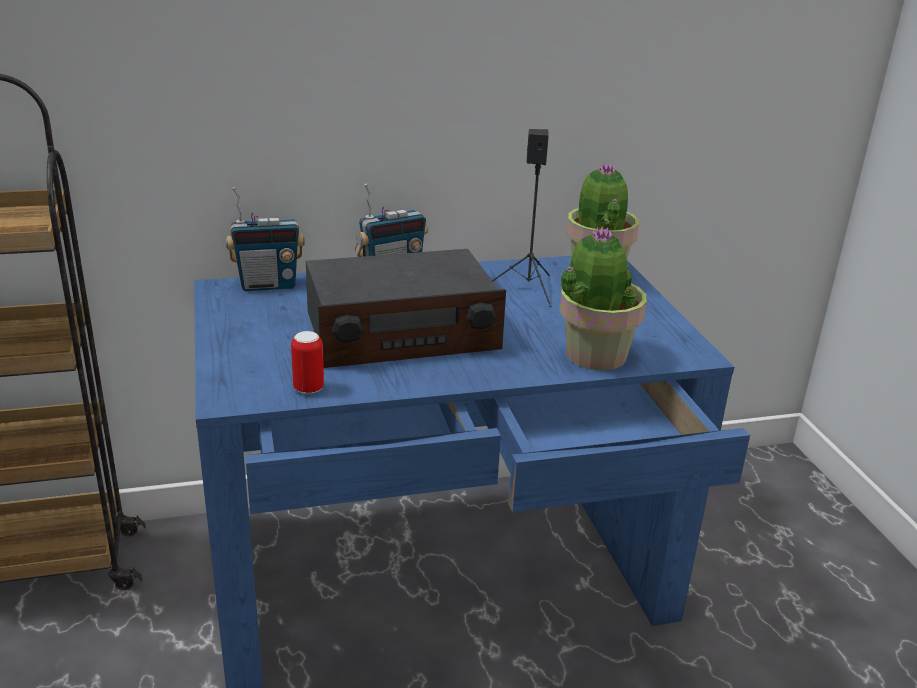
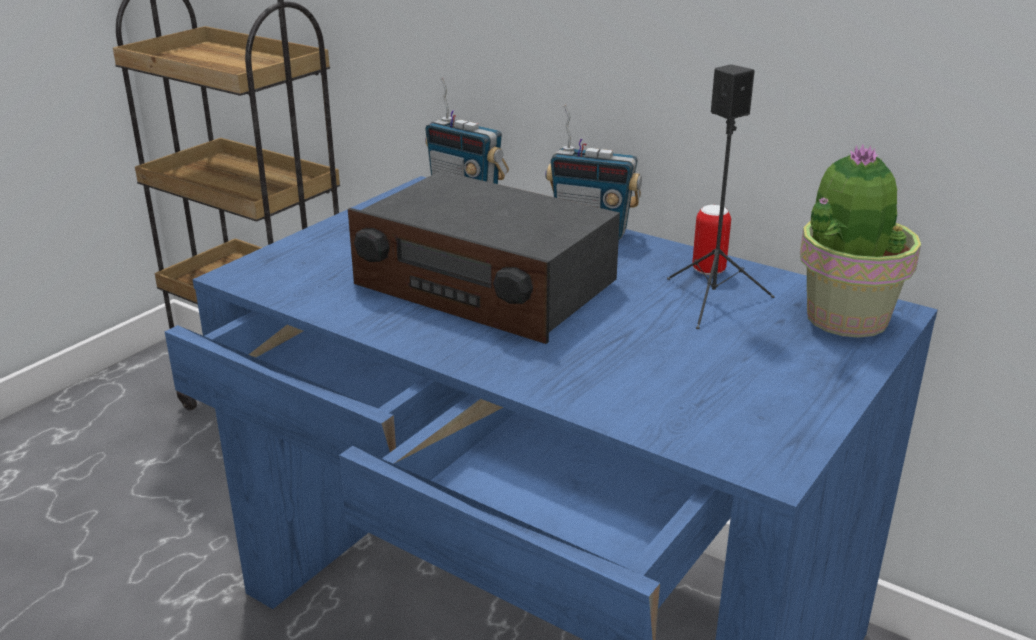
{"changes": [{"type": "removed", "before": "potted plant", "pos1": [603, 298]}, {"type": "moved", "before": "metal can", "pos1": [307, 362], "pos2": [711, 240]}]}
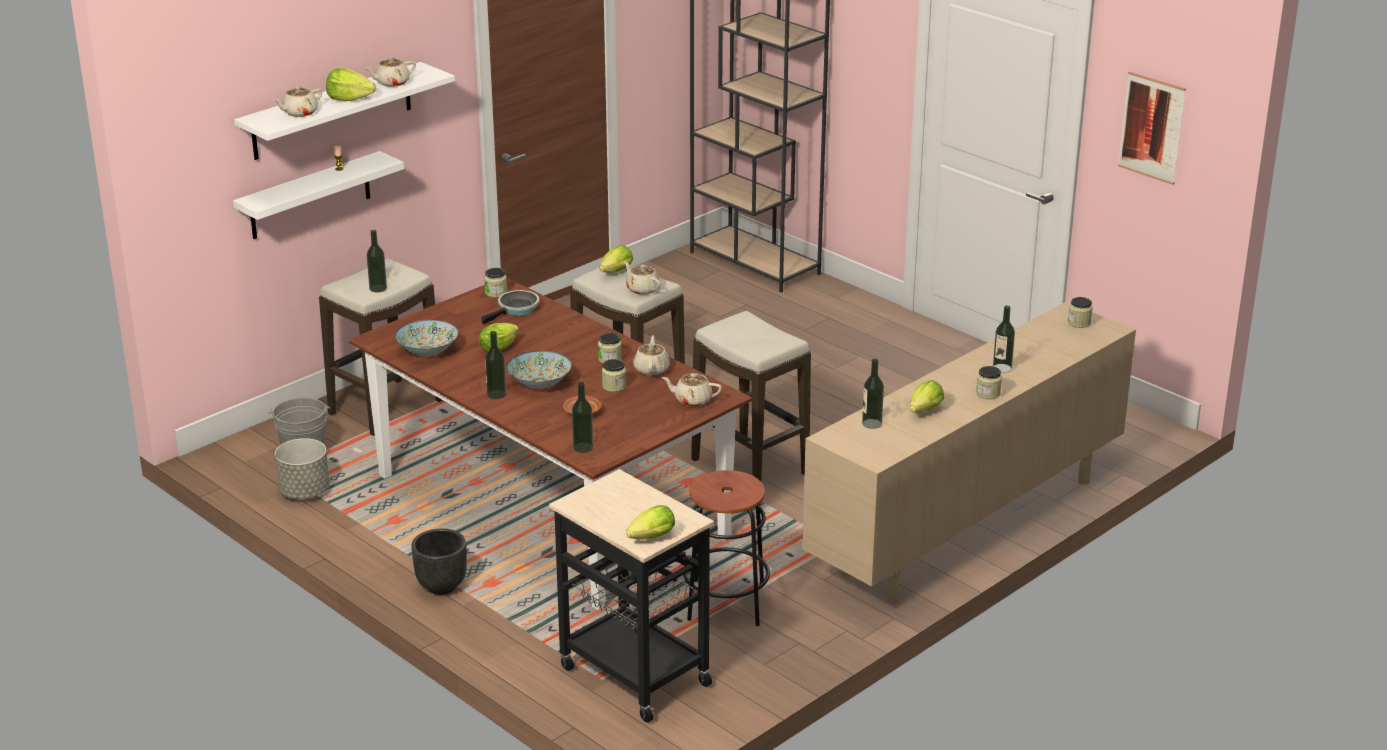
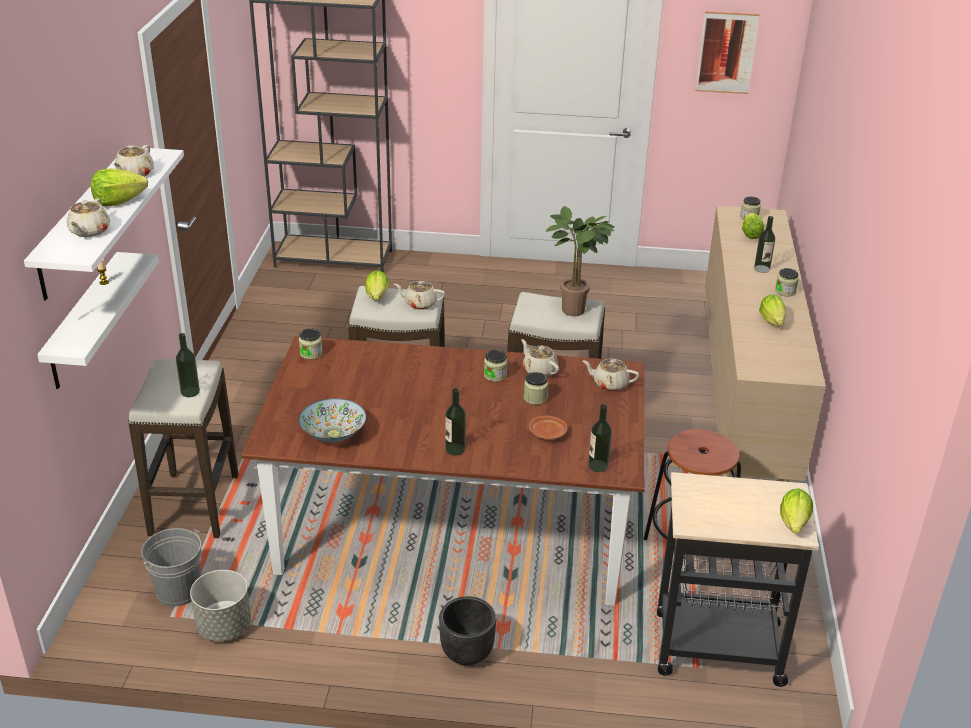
{"changes": [{"type": "removed", "before": "frying pan", "pos1": [510, 307]}, {"type": "moved", "before": "head of lettuce", "pos1": [499, 337], "pos2": [753, 226]}, {"type": "removed", "before": "bowl", "pos1": [539, 369]}, {"type": "removed", "before": "beverage bottle", "pos1": [873, 394]}, {"type": "turned", "before": "beige pot for tea", "pos1": [692, 390], "pos2": [611, 375], "turn": 45}, {"type": "added", "after": "potted plant", "pos2": [579, 261]}]}
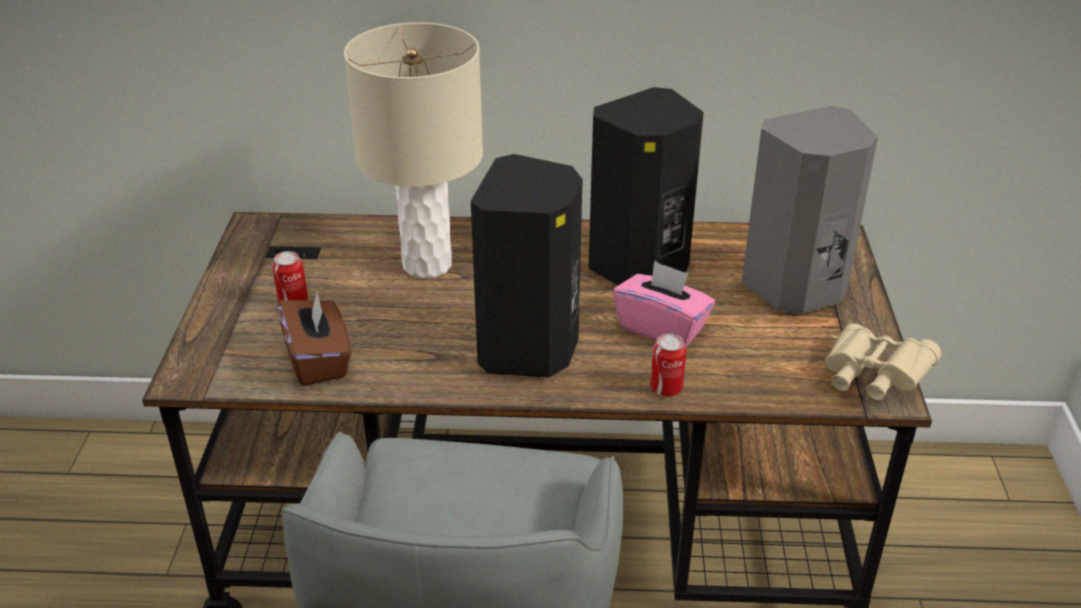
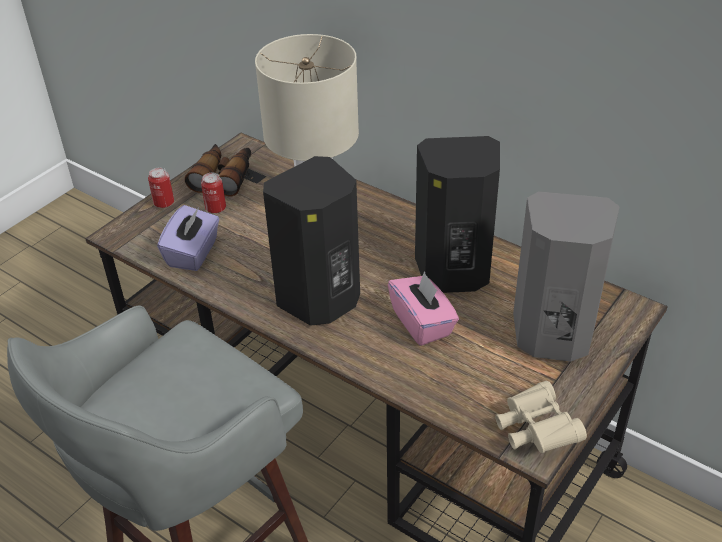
{"changes": [{"type": "recoloured", "before": "brownish box of tissues", "after": "purple box of tissues", "pos1": [314, 338], "pos2": [188, 238]}, {"type": "moved", "before": "metal can", "pos1": [668, 364], "pos2": [161, 187]}, {"type": "added", "after": "pair of binoculars", "pos2": [218, 170]}]}
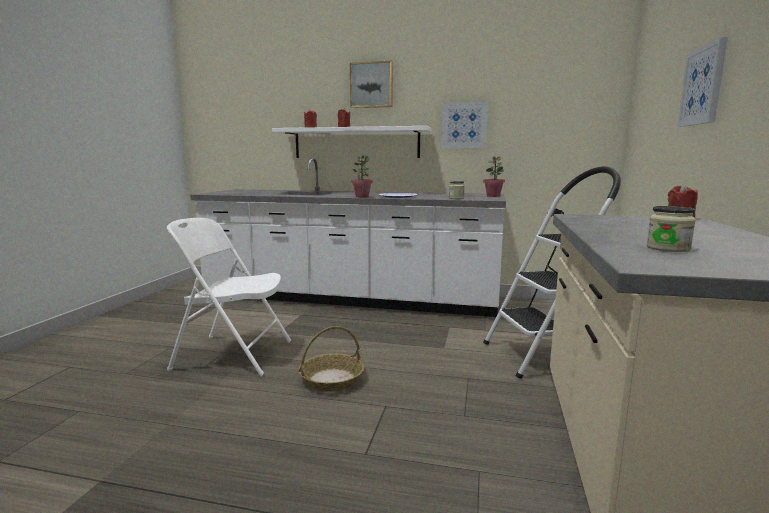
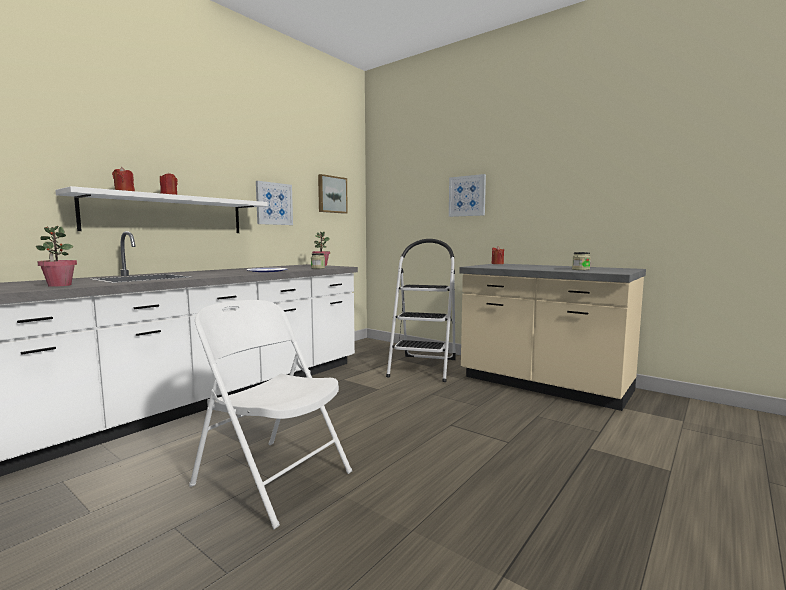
{"changes": [{"type": "moved", "before": "wall picture", "pos1": [371, 84], "pos2": [333, 194]}, {"type": "moved", "before": "potted plant", "pos1": [362, 176], "pos2": [56, 256]}, {"type": "turned", "before": "white chair", "pos1": [229, 297], "pos2": [270, 414], "turn": 90}, {"type": "removed", "before": "basket", "pos1": [331, 359]}]}
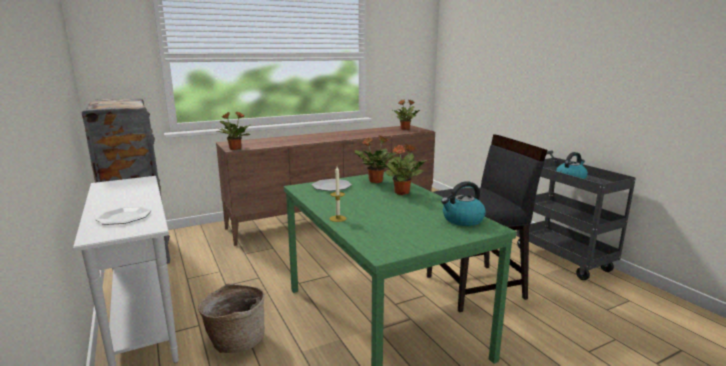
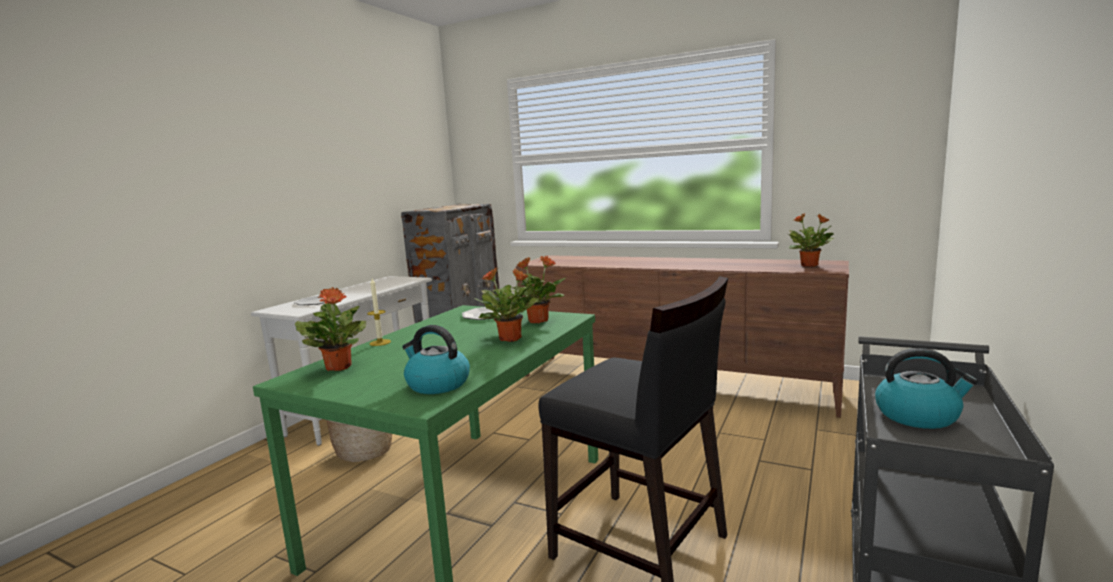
{"changes": [{"type": "moved", "before": "potted plant", "pos1": [233, 131], "pos2": [330, 329]}]}
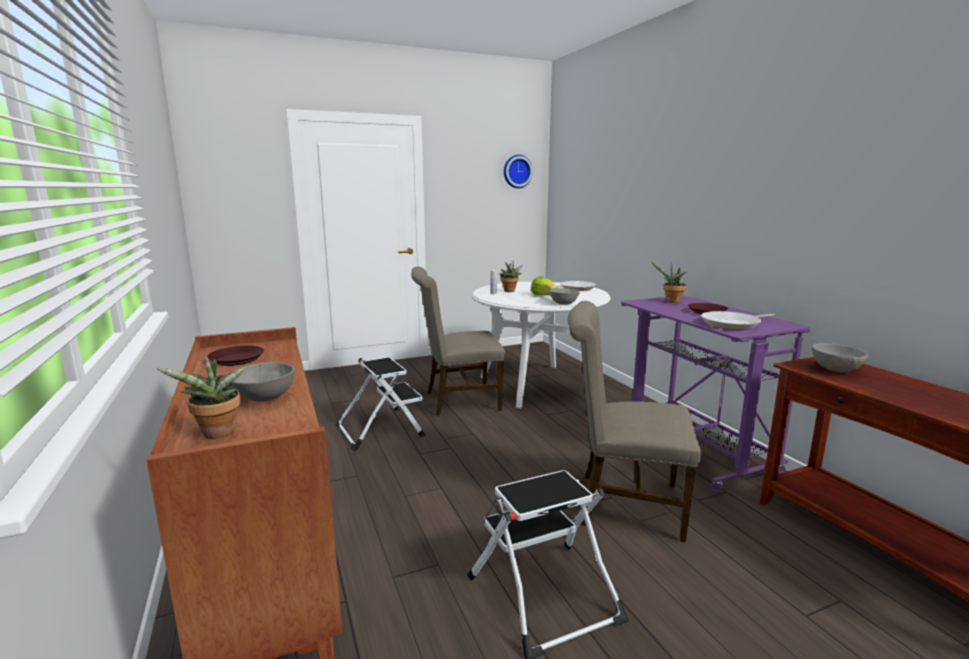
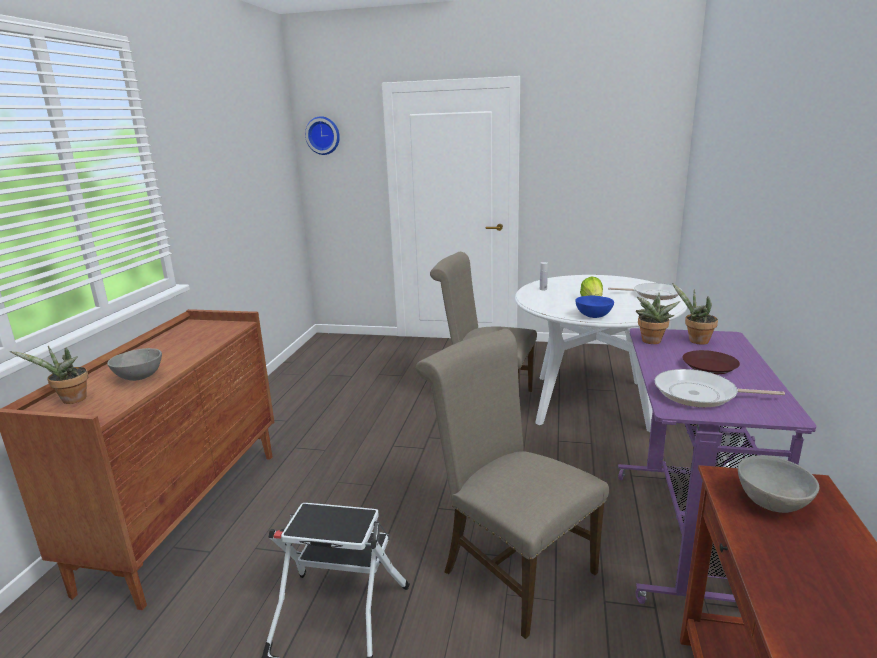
{"changes": [{"type": "moved", "before": "hanging clock", "pos1": [518, 171], "pos2": [322, 135]}, {"type": "moved", "before": "potted plant", "pos1": [511, 276], "pos2": [658, 318]}, {"type": "recoloured", "before": "gray bowl", "after": "blue bowl", "pos1": [564, 296], "pos2": [594, 307]}, {"type": "removed", "before": "brownish plate", "pos1": [235, 356]}, {"type": "removed", "before": "step ladder", "pos1": [380, 404]}]}
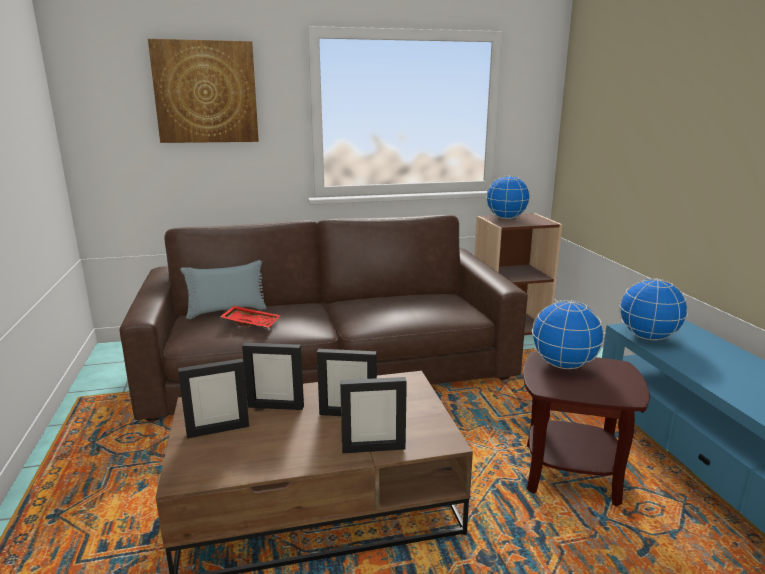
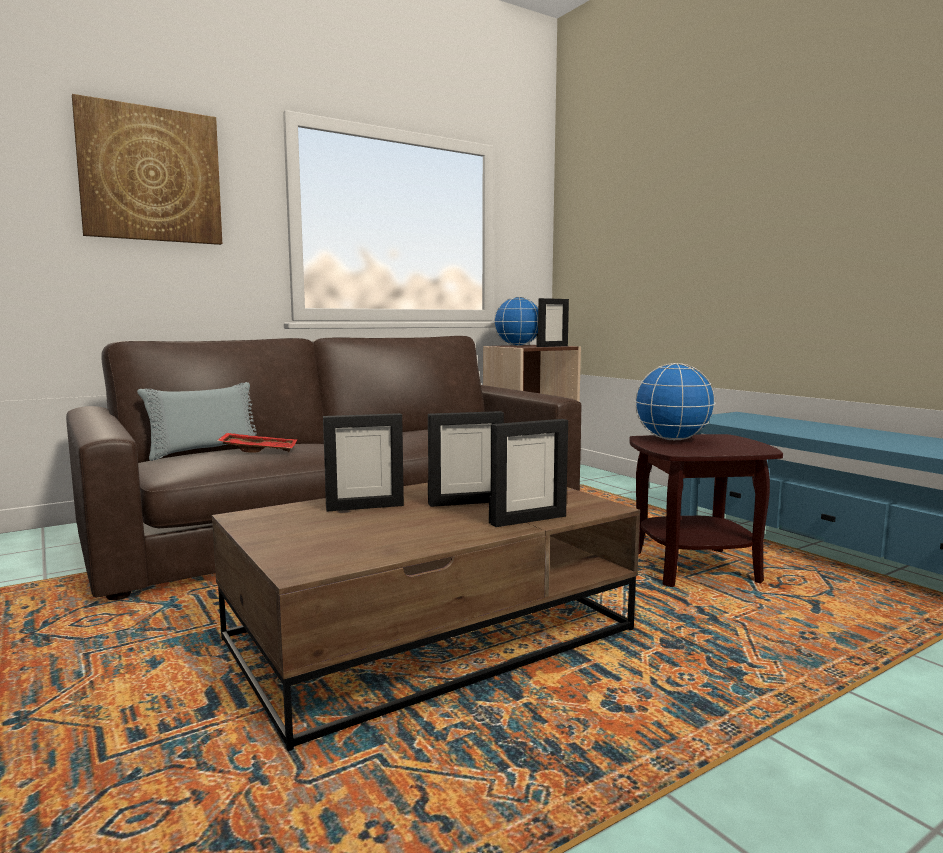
{"changes": [{"type": "removed", "before": "world globe", "pos1": [653, 309]}, {"type": "moved", "before": "photo frame", "pos1": [213, 398], "pos2": [552, 322]}]}
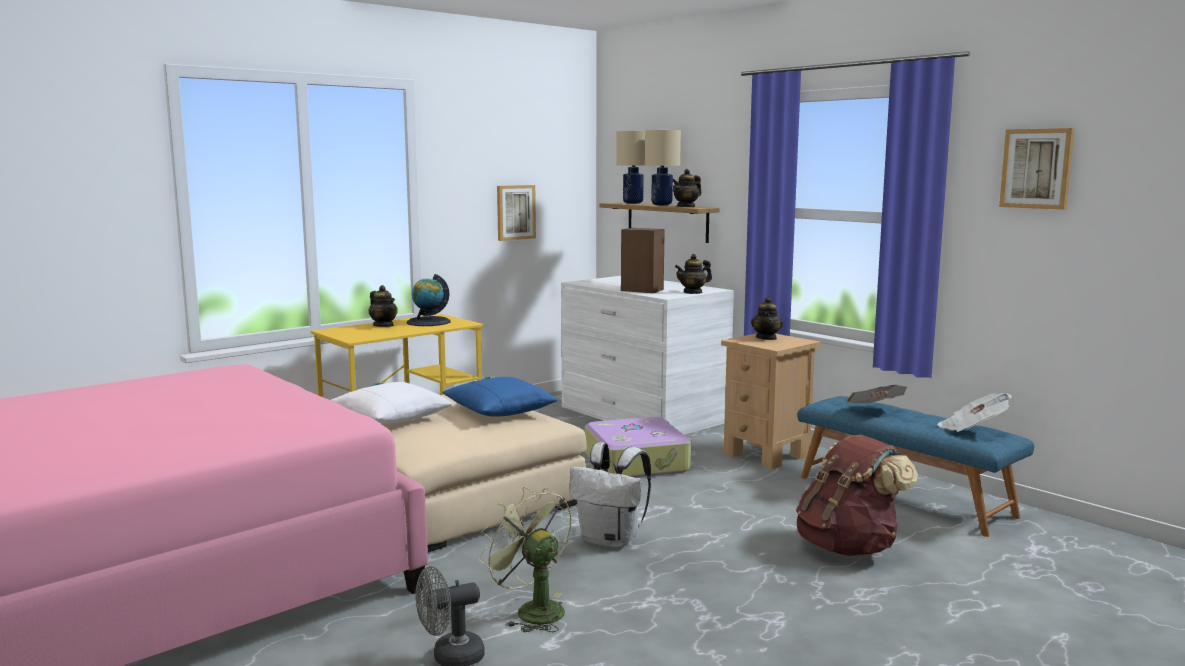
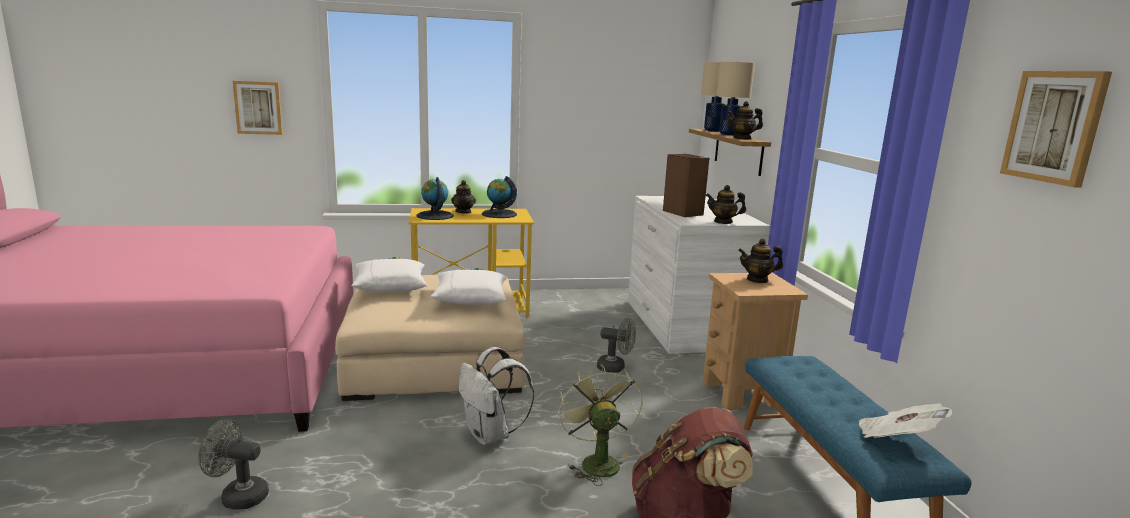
{"changes": [{"type": "moved", "before": "wall picture", "pos1": [516, 213], "pos2": [258, 108]}, {"type": "turned", "before": "pot for tea", "pos1": [767, 318], "pos2": [760, 260], "turn": 45}, {"type": "recoloured", "before": "blue cushion", "after": "white cushion", "pos1": [500, 396], "pos2": [469, 286]}, {"type": "removed", "before": "printed paper", "pos1": [876, 394]}, {"type": "replaced", "before": "travel case", "after": "gray fan", "pos1": [638, 447], "pos2": [616, 345]}, {"type": "moved", "before": "green fan", "pos1": [525, 559], "pos2": [600, 425]}, {"type": "added", "after": "world globe", "pos2": [435, 198]}]}
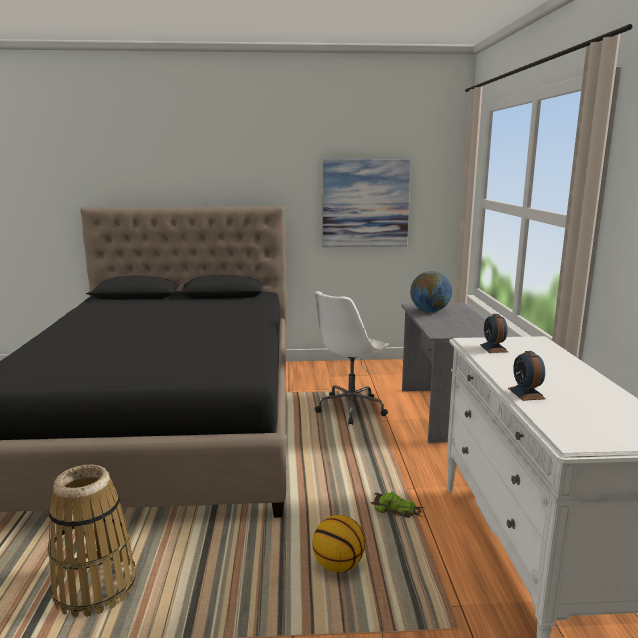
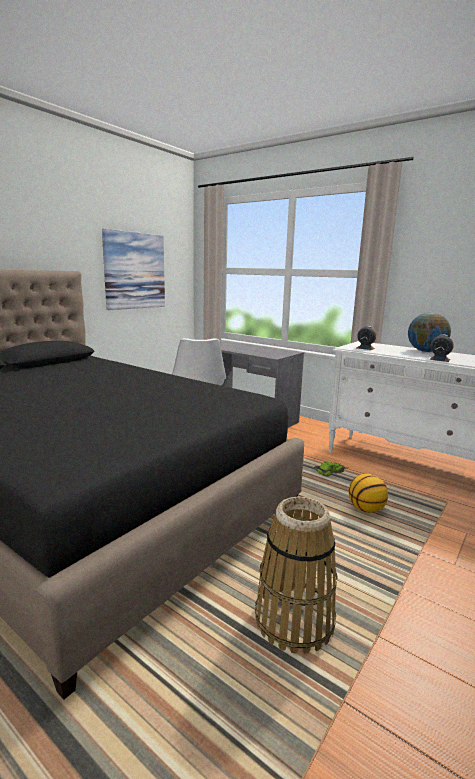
{"changes": [{"type": "moved", "before": "world globe", "pos1": [431, 291], "pos2": [429, 332]}]}
